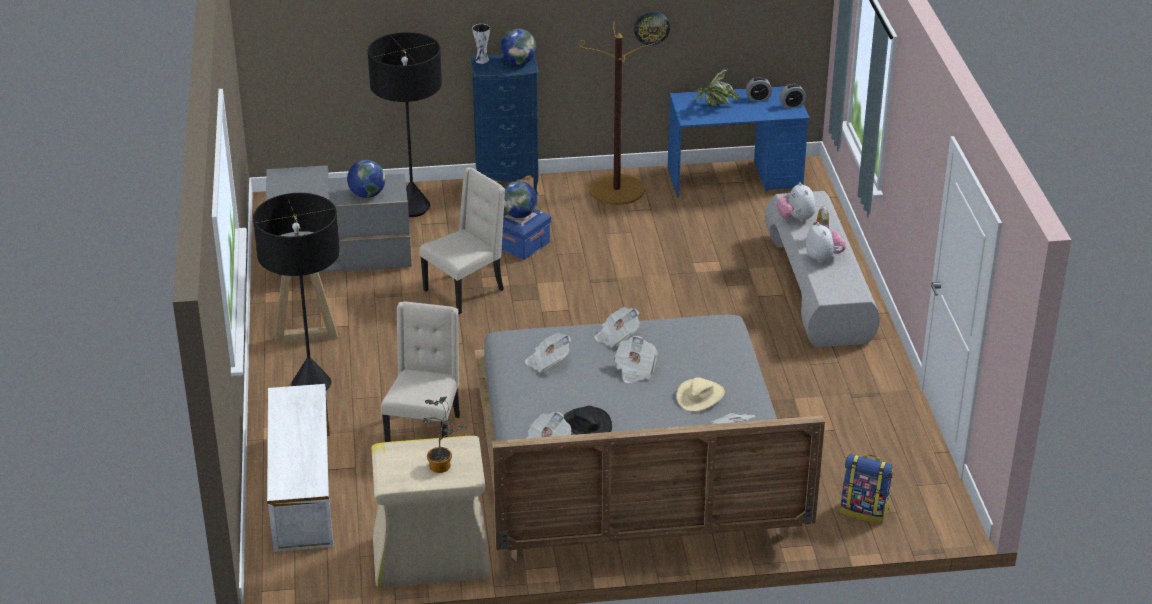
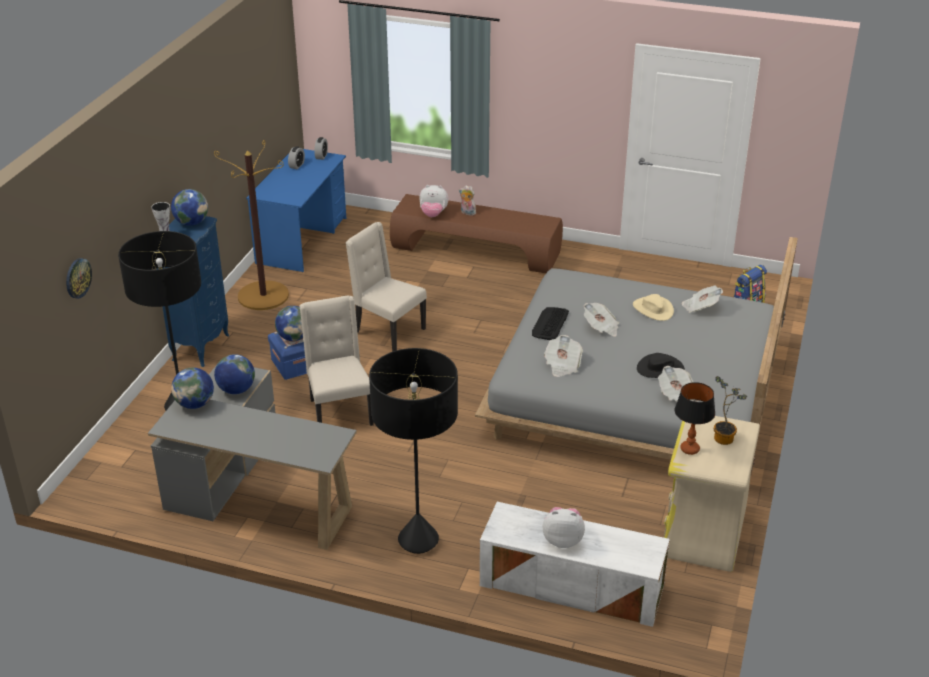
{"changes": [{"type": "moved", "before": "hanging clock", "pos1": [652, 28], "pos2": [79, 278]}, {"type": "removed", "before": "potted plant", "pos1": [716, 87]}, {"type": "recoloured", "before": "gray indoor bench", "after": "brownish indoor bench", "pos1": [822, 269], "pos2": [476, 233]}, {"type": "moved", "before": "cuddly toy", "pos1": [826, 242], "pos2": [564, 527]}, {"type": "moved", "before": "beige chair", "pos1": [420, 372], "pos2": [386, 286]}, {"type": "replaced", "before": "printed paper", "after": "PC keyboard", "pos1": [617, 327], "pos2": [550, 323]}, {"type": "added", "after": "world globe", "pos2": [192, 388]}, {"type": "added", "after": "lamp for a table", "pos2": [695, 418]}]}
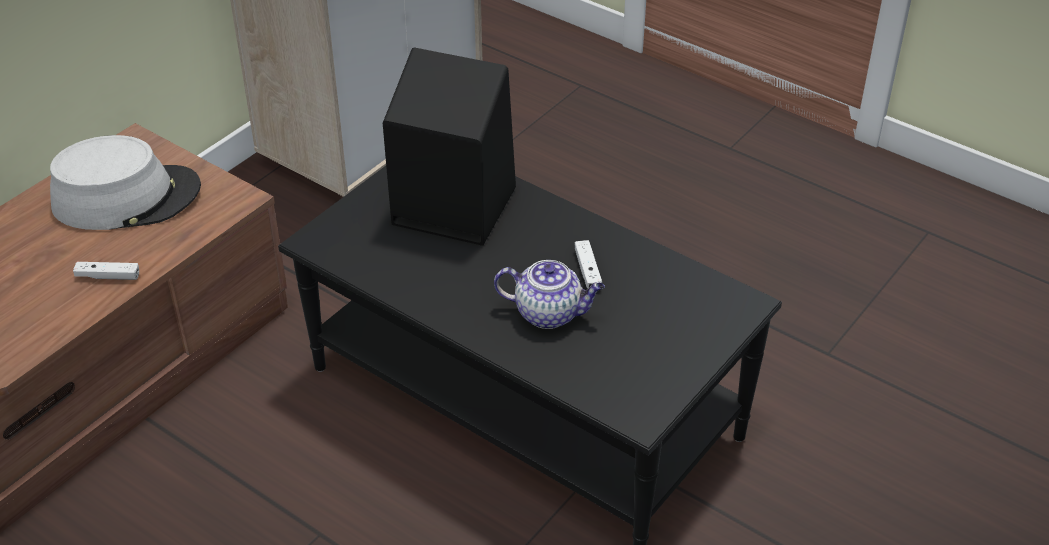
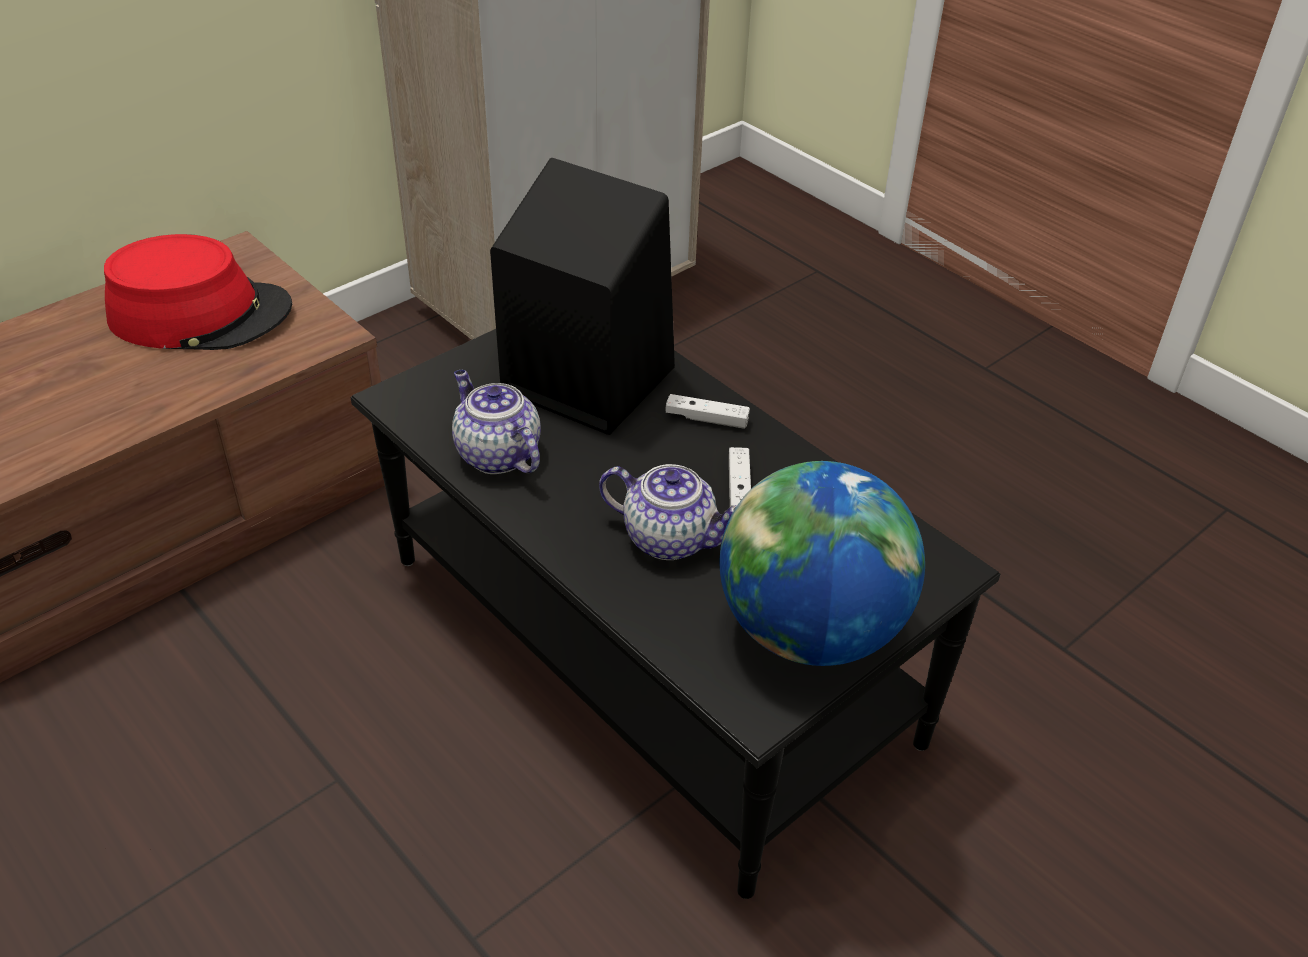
{"changes": [{"type": "recoloured", "before": "gray wearable hat", "after": "reddish wearable hat", "pos1": [125, 182], "pos2": [198, 292]}, {"type": "moved", "before": "white game controller", "pos1": [106, 271], "pos2": [707, 411]}, {"type": "added", "after": "pot for tea", "pos2": [496, 422]}, {"type": "added", "after": "world globe", "pos2": [822, 563]}]}
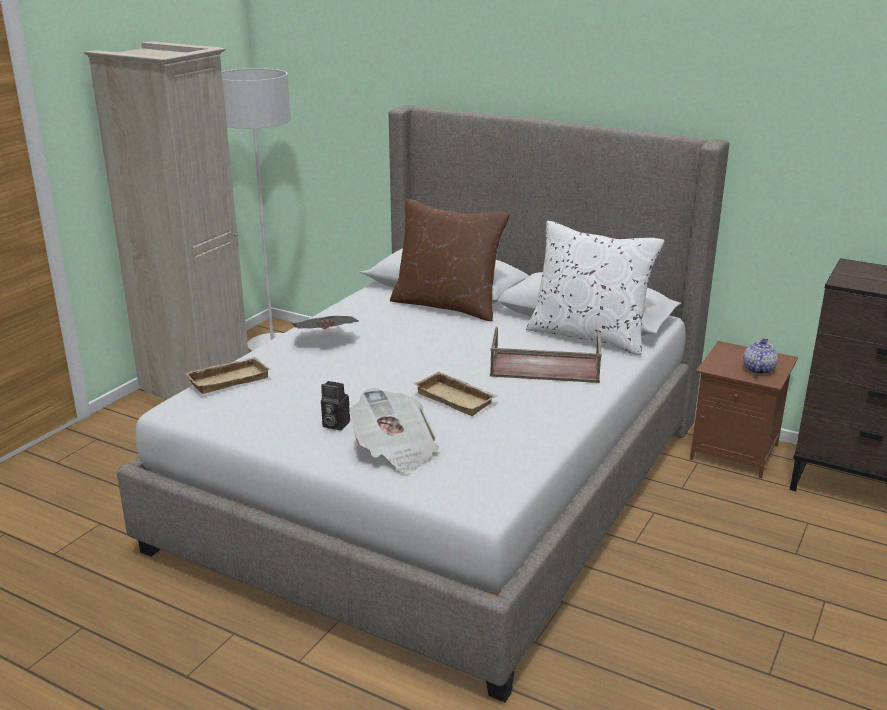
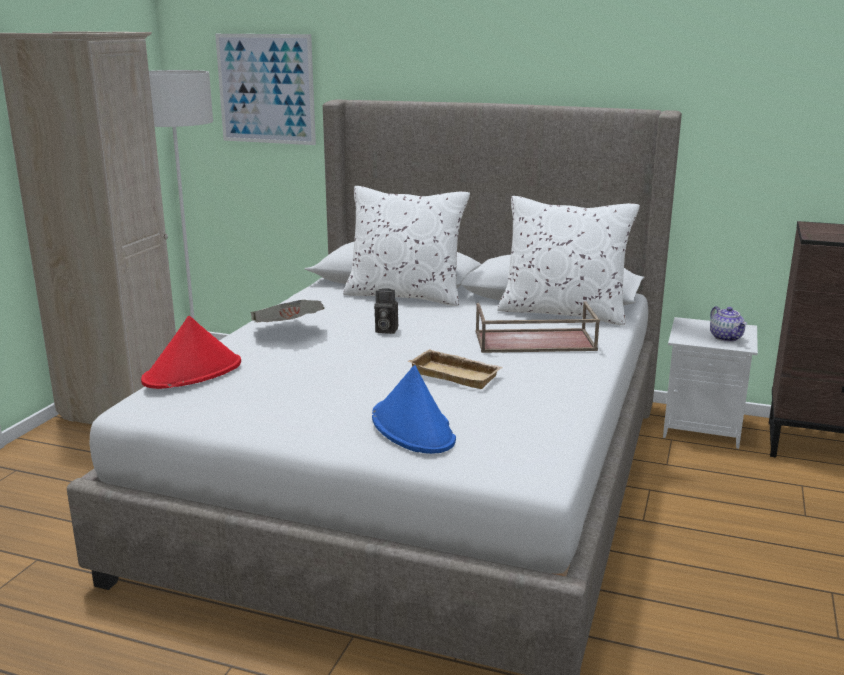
{"changes": [{"type": "recoloured", "before": "brownish cushion", "after": "white cushion", "pos1": [450, 260], "pos2": [406, 246]}, {"type": "turned", "before": "pot for tea", "pos1": [760, 356], "pos2": [728, 324], "turn": 150}, {"type": "recoloured", "before": "brownish bedside table", "after": "gray bedside table", "pos1": [744, 409], "pos2": [710, 383]}, {"type": "replaced", "before": "beige tray", "after": "reddish wearable hat", "pos1": [228, 375], "pos2": [191, 352]}, {"type": "moved", "before": "photo camera", "pos1": [335, 405], "pos2": [386, 311]}, {"type": "replaced", "before": "printed paper", "after": "blue wearable hat", "pos1": [394, 431], "pos2": [414, 409]}, {"type": "added", "after": "wall picture", "pos2": [265, 89]}]}
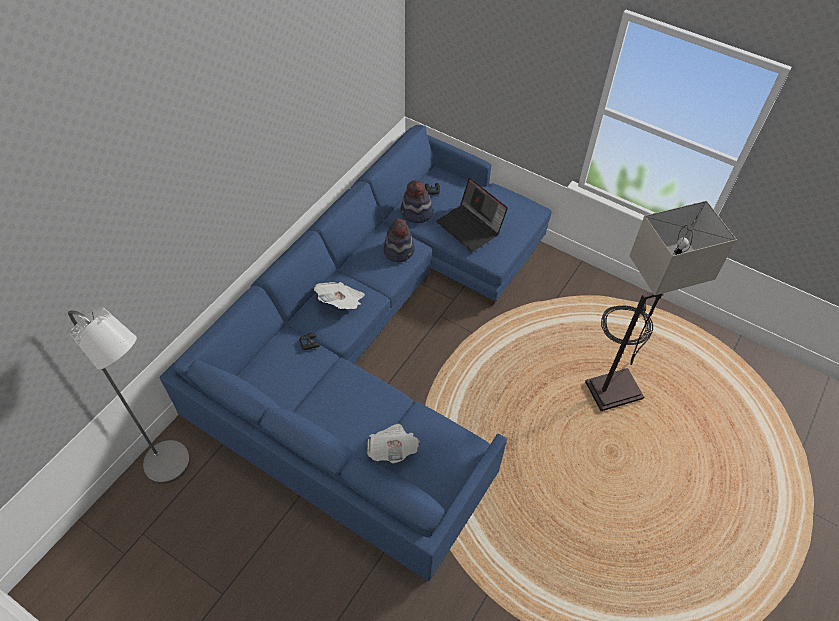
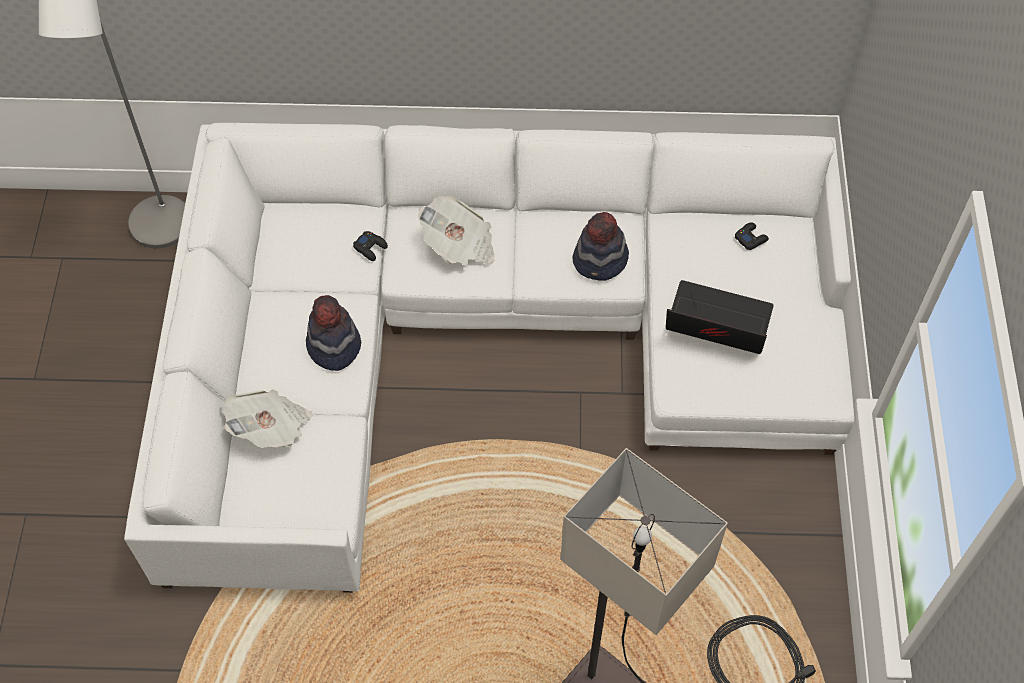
{"changes": [{"type": "recoloured", "before": "blue sofa", "after": "white sofa", "pos1": [355, 353], "pos2": [489, 358]}, {"type": "turned", "before": "notebook computer", "pos1": [472, 215], "pos2": [719, 317], "turn": 90}, {"type": "moved", "before": "wearable hat", "pos1": [417, 201], "pos2": [333, 333]}]}
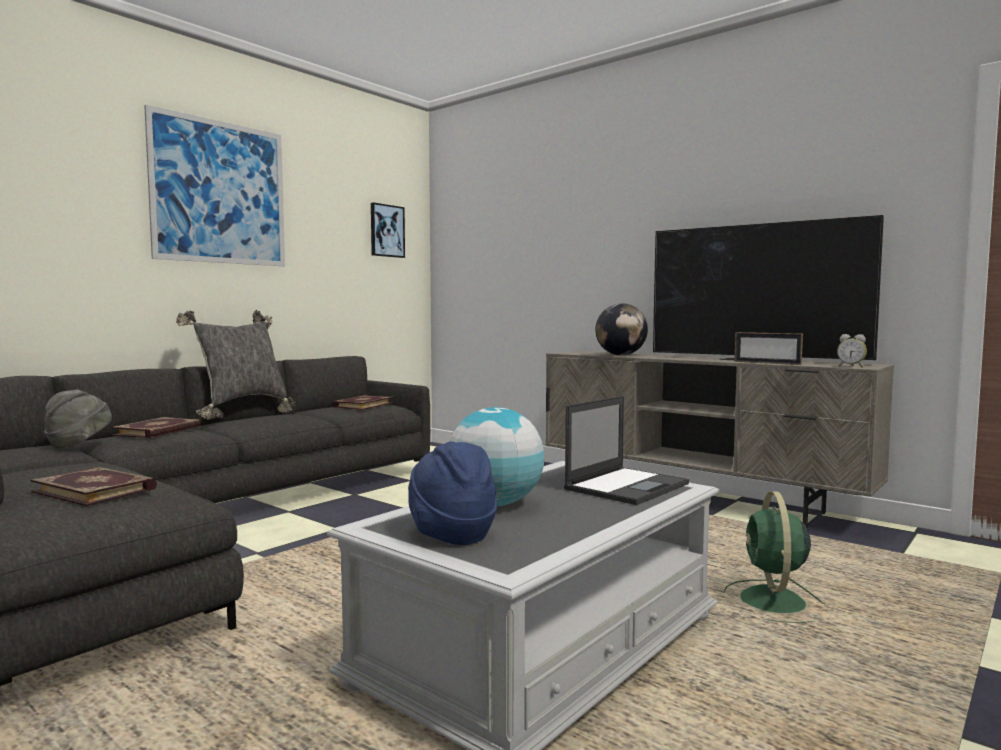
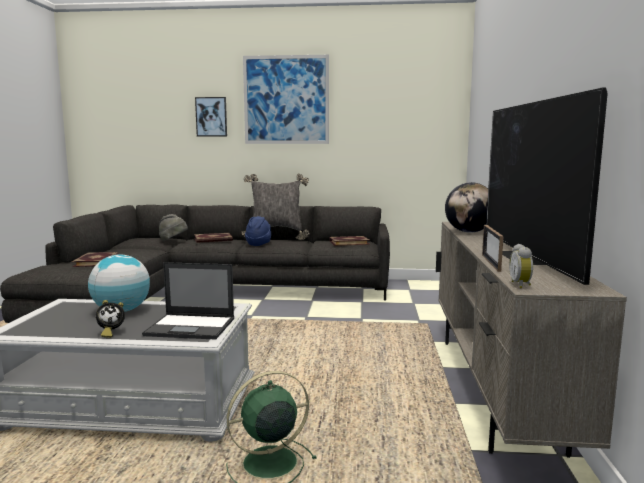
{"changes": [{"type": "moved", "before": "wall picture", "pos1": [388, 230], "pos2": [211, 117]}, {"type": "moved", "before": "blue wearable hat", "pos1": [452, 493], "pos2": [258, 231]}, {"type": "added", "after": "table clock", "pos2": [110, 319]}]}
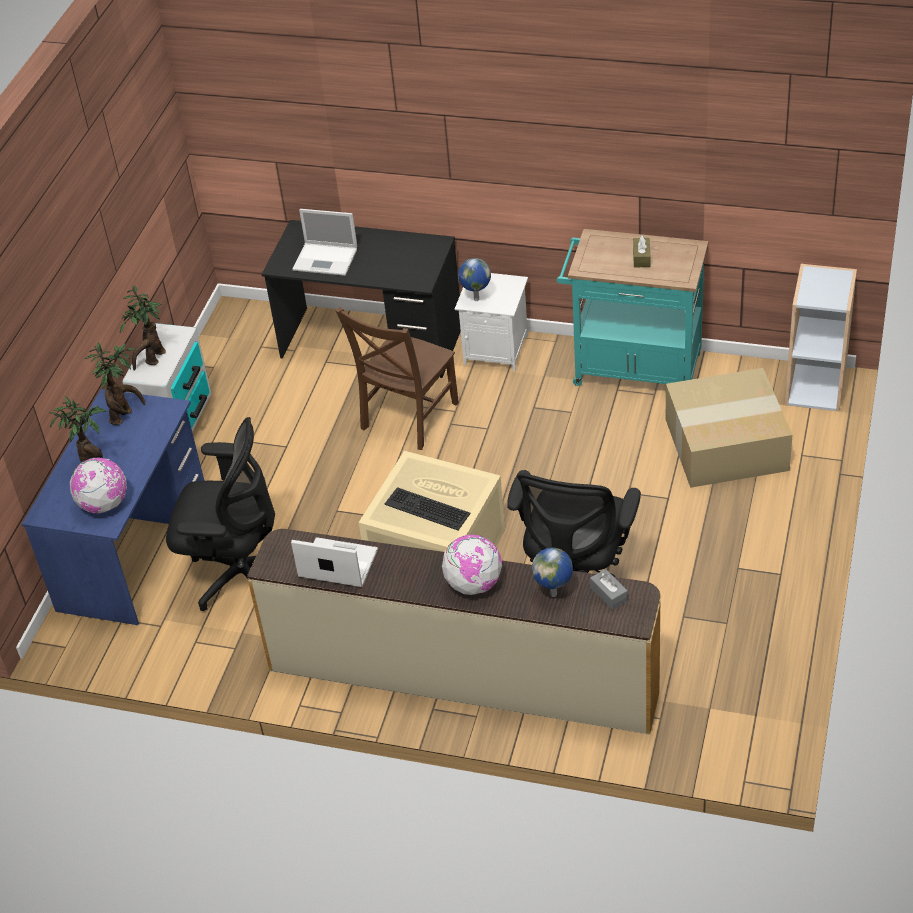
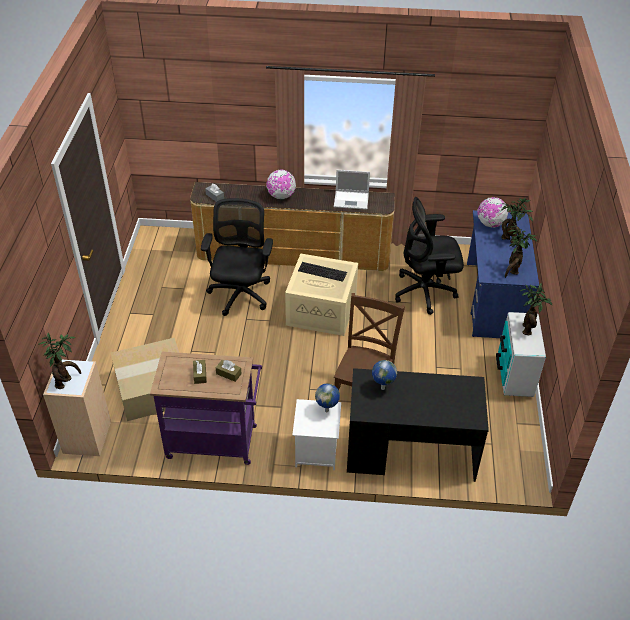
{"changes": [{"type": "removed", "before": "notebook computer", "pos1": [324, 242]}, {"type": "recoloured", "before": "turquoise wheeled cart", "after": "purple wheeled cart", "pos1": [632, 307], "pos2": [206, 408]}, {"type": "moved", "before": "world globe", "pos1": [552, 572], "pos2": [384, 375]}, {"type": "added", "after": "potted plant", "pos2": [59, 360]}, {"type": "added", "after": "brownish box of tissues", "pos2": [229, 371]}]}
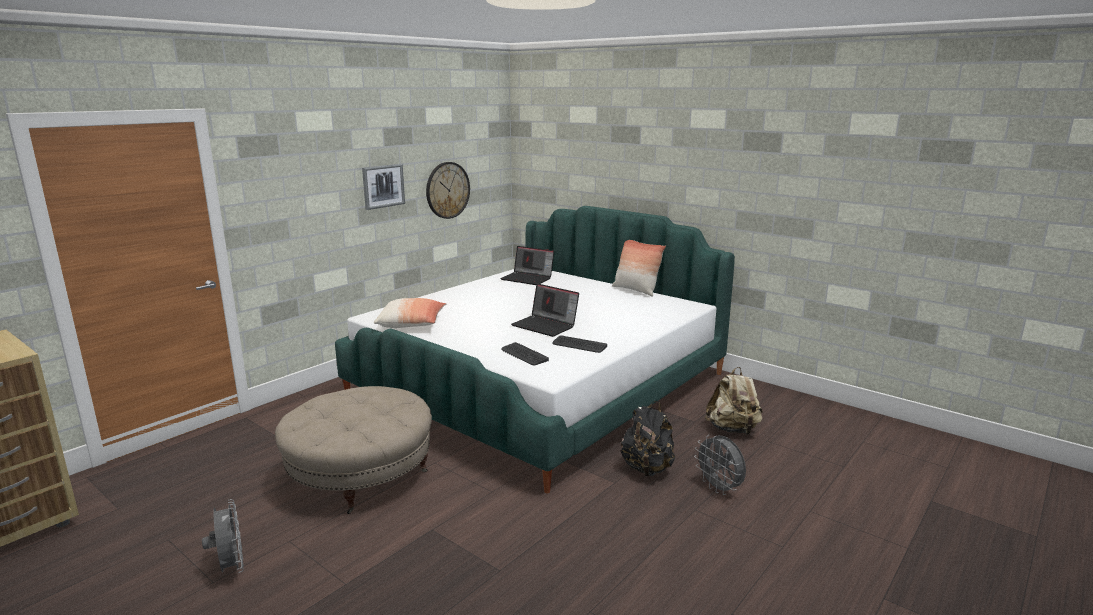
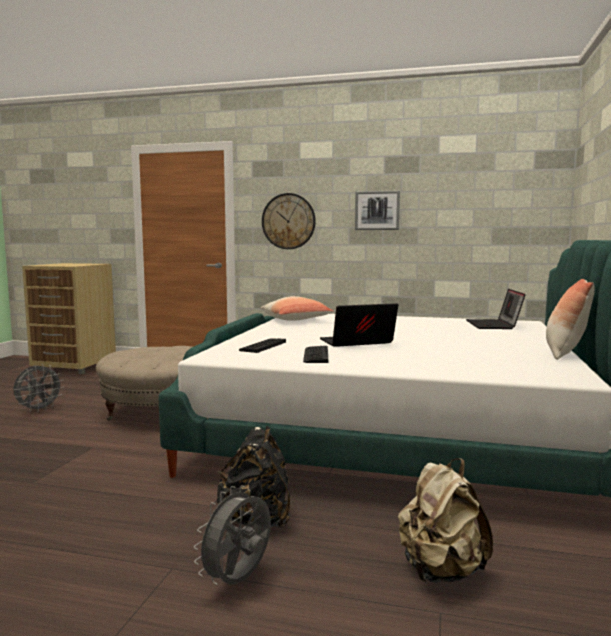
{"changes": [{"type": "moved", "before": "hanging clock", "pos1": [448, 190], "pos2": [289, 221]}, {"type": "turned", "before": "notebook computer", "pos1": [545, 310], "pos2": [359, 325], "turn": 60}]}
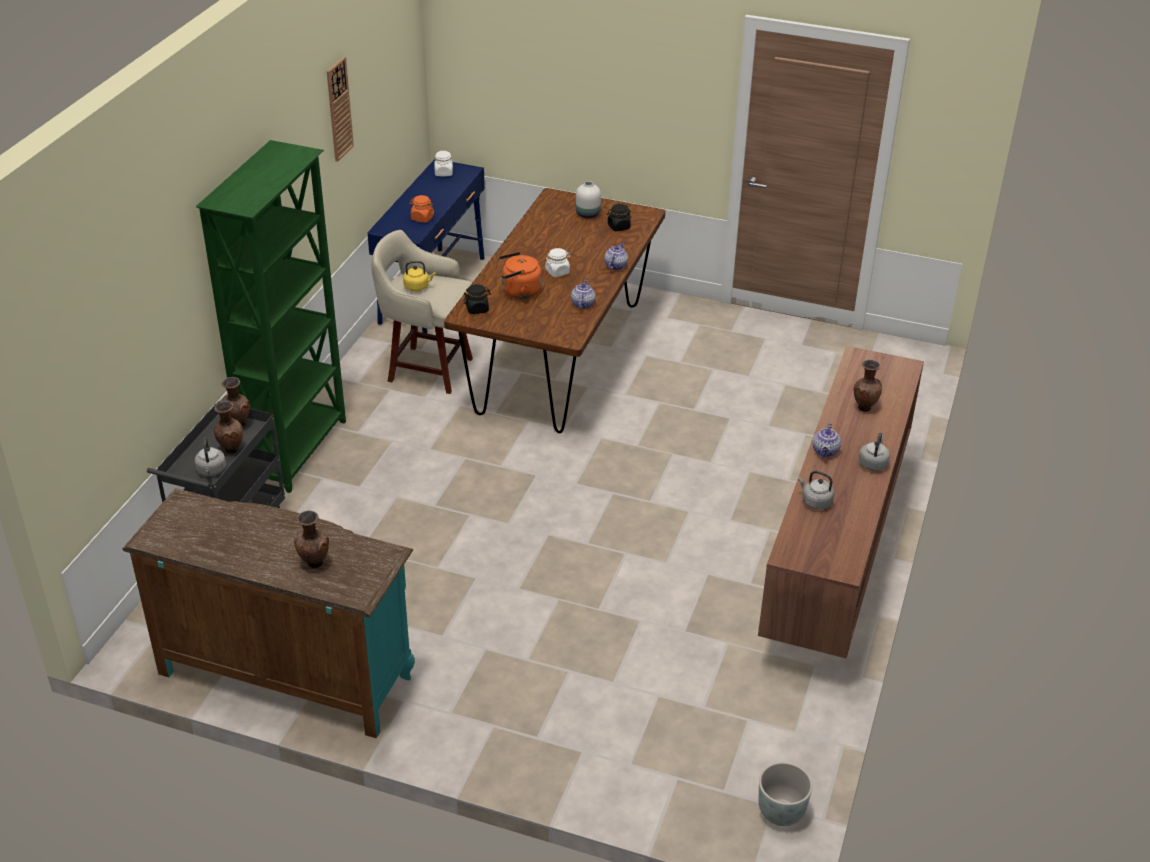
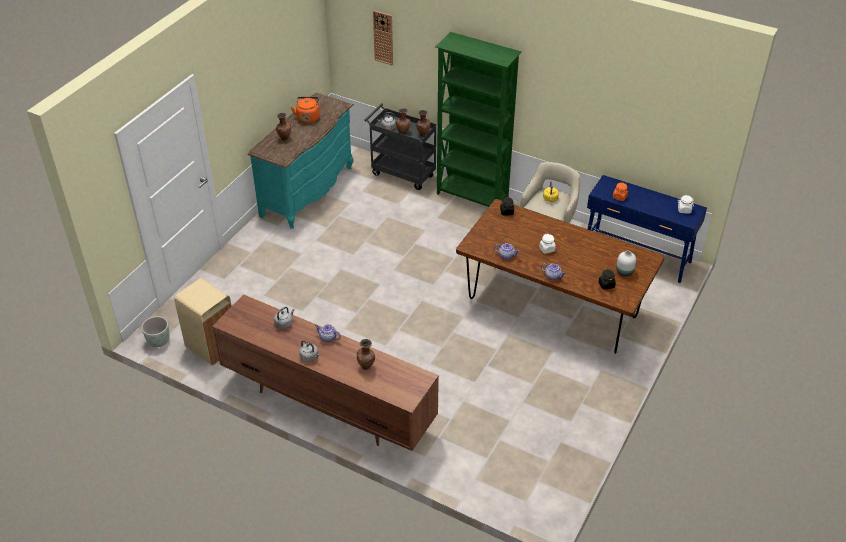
{"changes": [{"type": "moved", "before": "hanging clock", "pos1": [340, 109], "pos2": [383, 37]}, {"type": "moved", "before": "orange water kettle", "pos1": [520, 275], "pos2": [305, 110]}, {"type": "added", "after": "beige waste bin", "pos2": [203, 322]}]}
